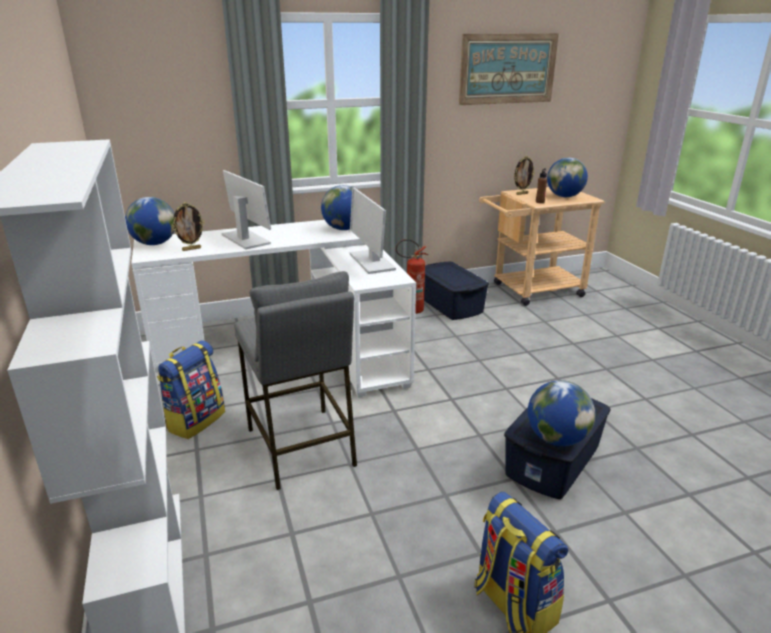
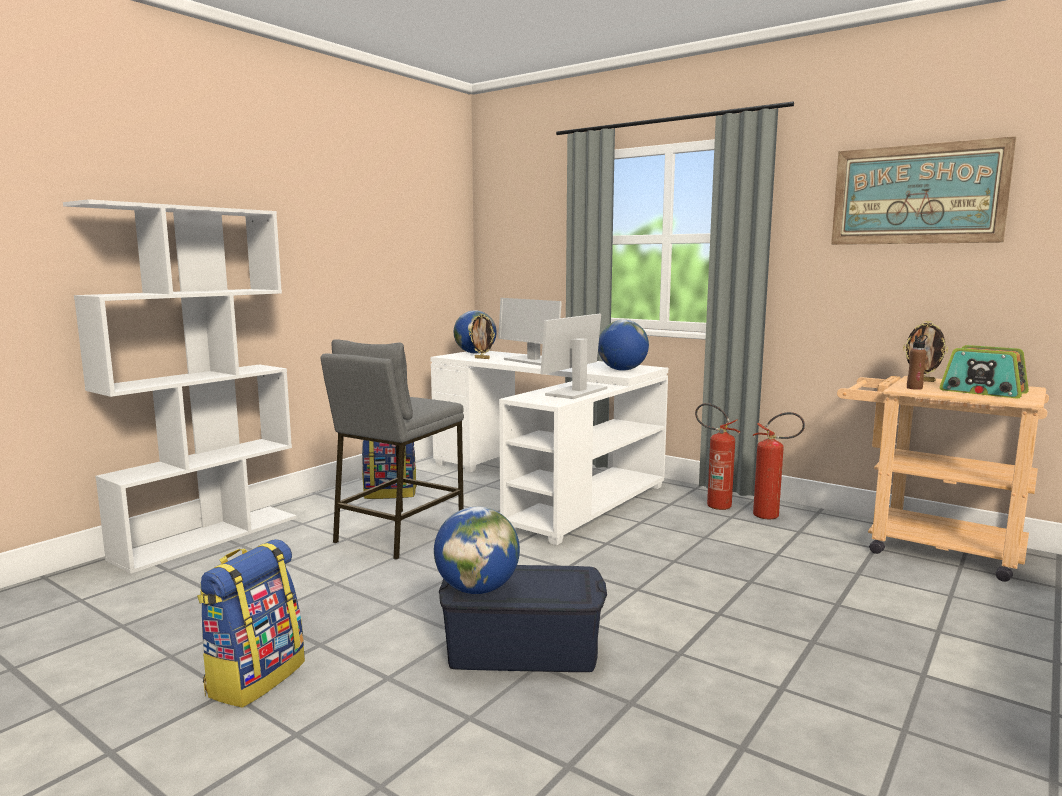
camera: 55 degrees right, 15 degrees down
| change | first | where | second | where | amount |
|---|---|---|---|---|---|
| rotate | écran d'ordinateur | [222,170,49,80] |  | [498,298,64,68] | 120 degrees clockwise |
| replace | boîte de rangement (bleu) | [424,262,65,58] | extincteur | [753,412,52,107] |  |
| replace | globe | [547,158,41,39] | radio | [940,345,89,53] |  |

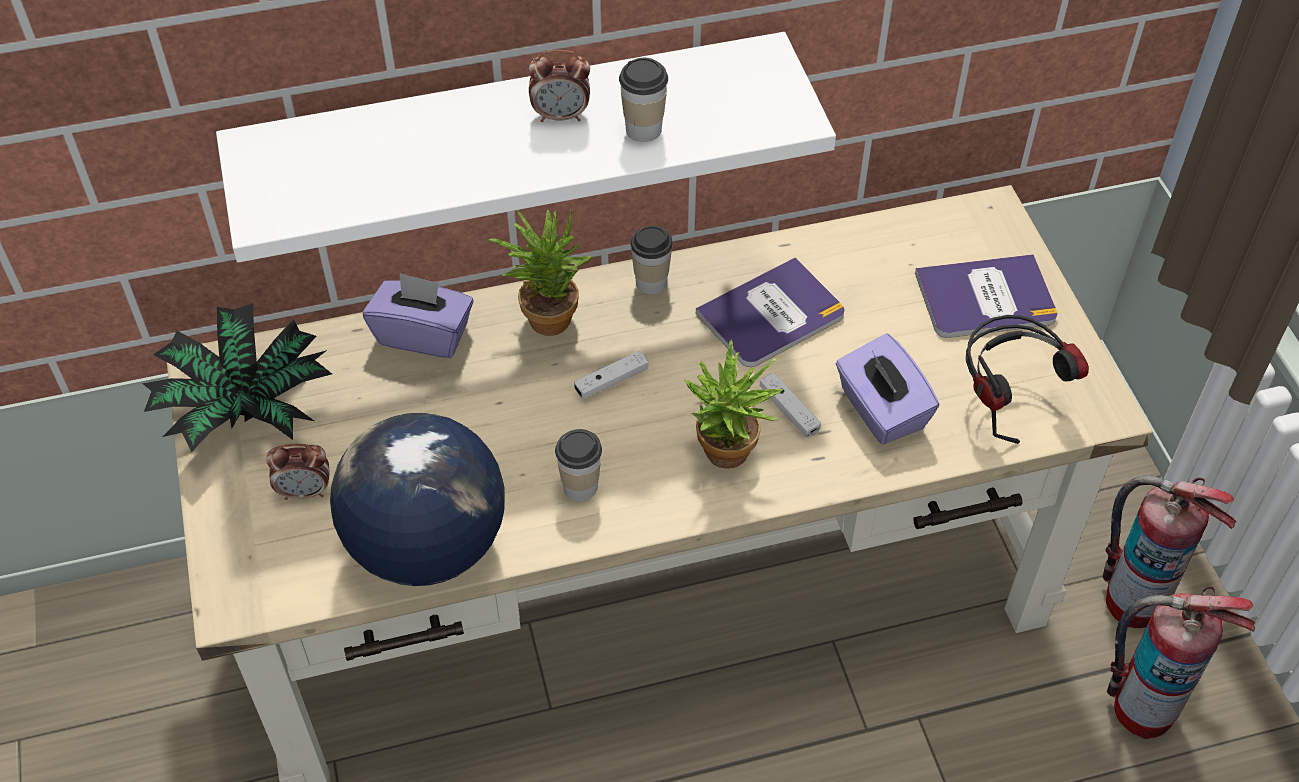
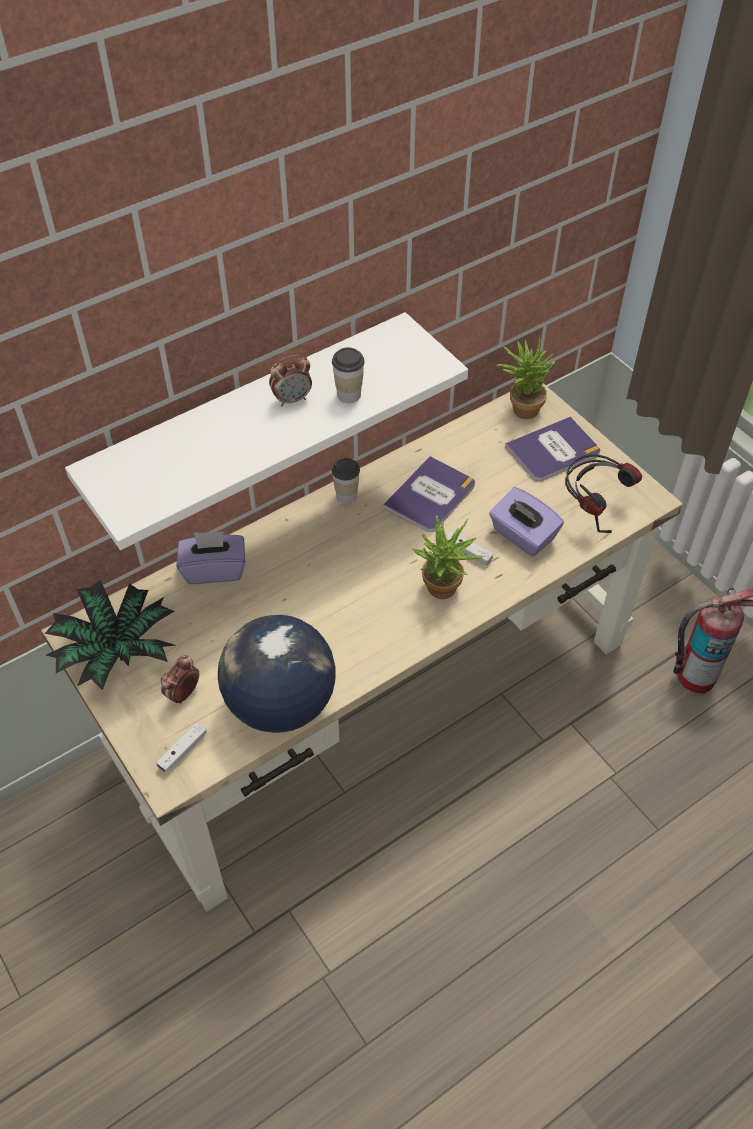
camera: 20 degrees left, 0 degrees up
| change | first | where | second | where | amount |
|---|---|---|---|---|---|
| move | manette (blanc) | [574,351,74,48] |  | [156,722,51,51] |  |
| rotate | réveil | [266,444,64,56] |  | [161,655,38,49] | 150 degrees clockwise |
| move | plante en pot | [489,209,103,127] |  | [497,336,59,83] |  |
| delete | tasse | [555,429,47,72] |  |  |  |
| delete | extincteur | [1102,475,134,153] |  |  |  |

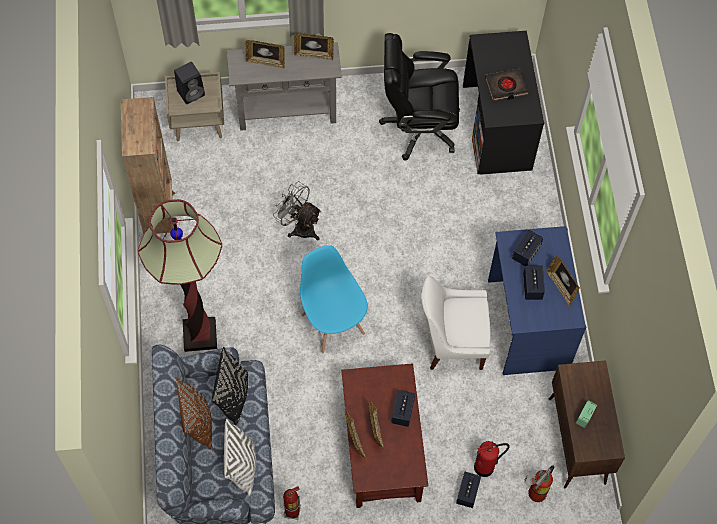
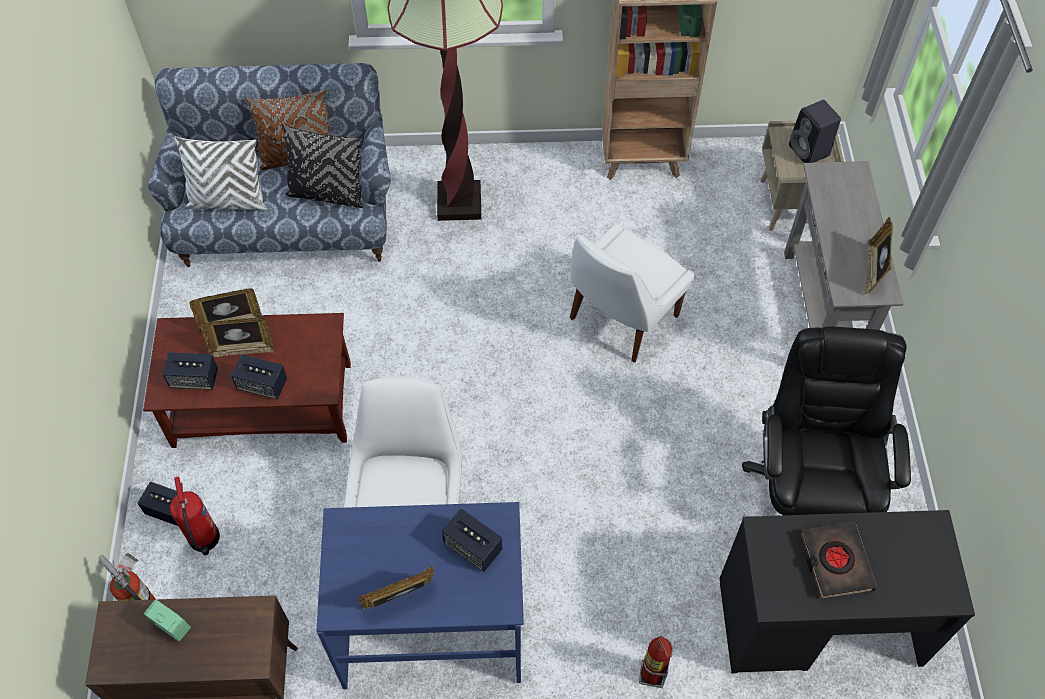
camera: 95 degrees right, 5 degrees down
| change | first | where | second | where | amount |
|---|---|---|---|---|---|
| move | enceinte | [523,266,22,34] |  | [163,352,55,38] |  |
| replace | ventilateur (gris) | [273,181,48,59] | chaise (blanc) | [570,224,125,138] |  |
| move | extincteur | [283,486,18,34] |  | [639,635,33,53] |  |
| delete | cadre photo | [245,40,40,29] |  |  |  |
| delete | chaise (bleu) | [300,245,68,109] |  |  |  |

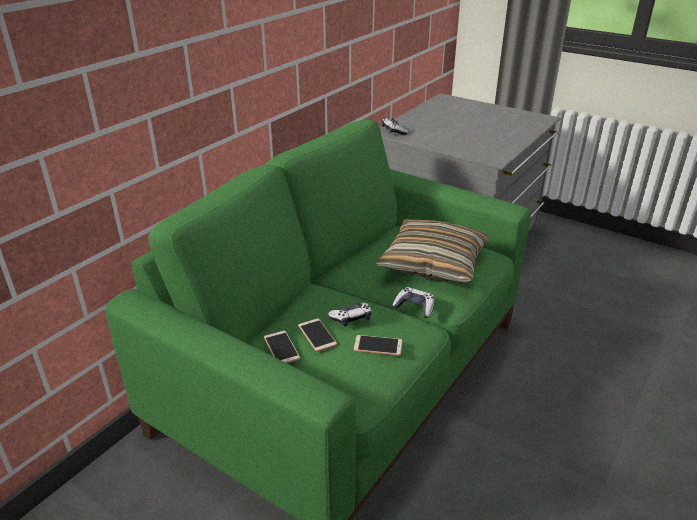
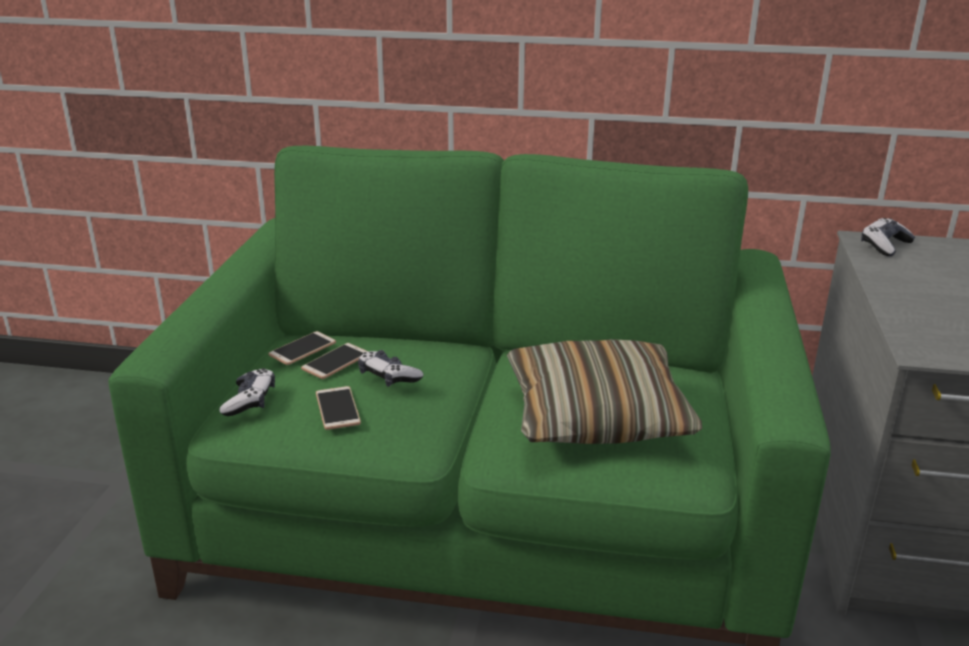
camera: 65 degrees right, 5 degrees down
| change | first | where | second | where | amount |
|---|---|---|---|---|---|
| move | manette | [392,287,43,31] |  | [219,368,56,48] |  |

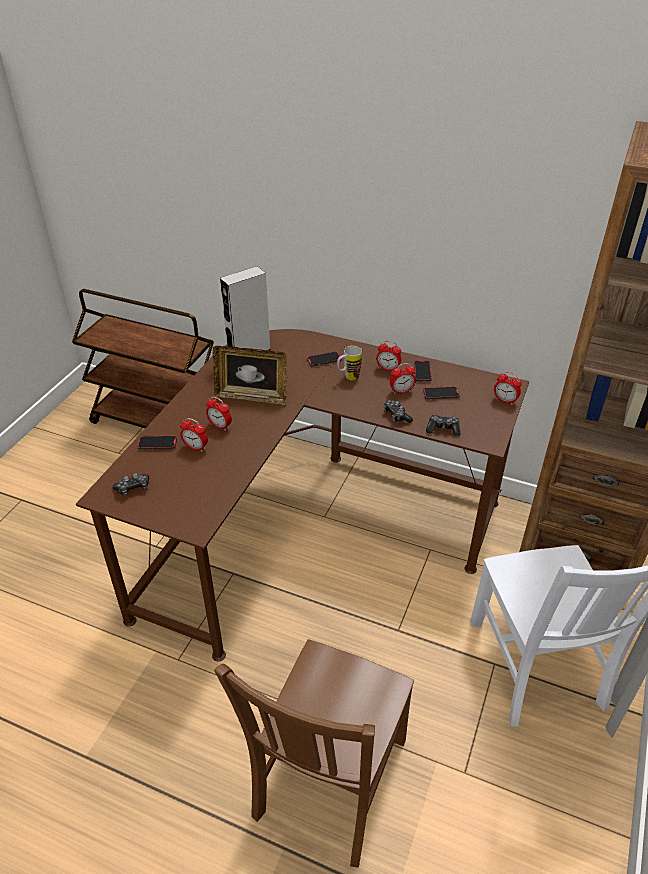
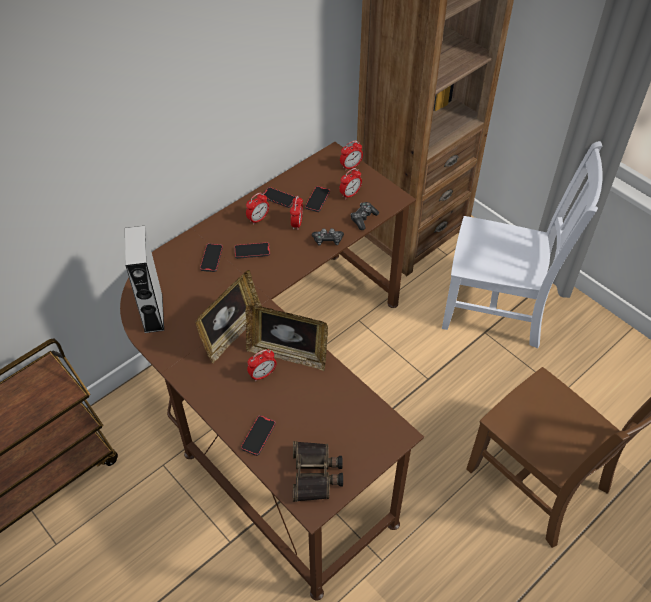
camera: 65 degrees left, 10 degrees up
| change | first | where | second | where | amount |
|---|---|---|---|---|---|
| replace | mug | [337,346,25,34] | téléphone | [234,242,36,17] |  |
| insert |  |  | cadre photo | [245,305,83,66] |  |
| replace | manette | [112,473,37,23] | jumelles | [293,441,50,61] |  |
| move | réveil | [180,418,28,34] |  | [339,168,23,31] |  |

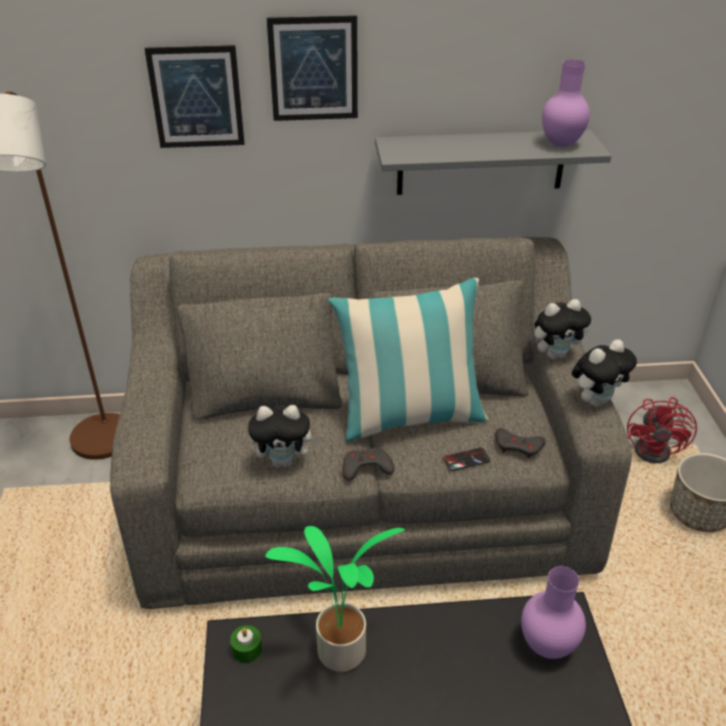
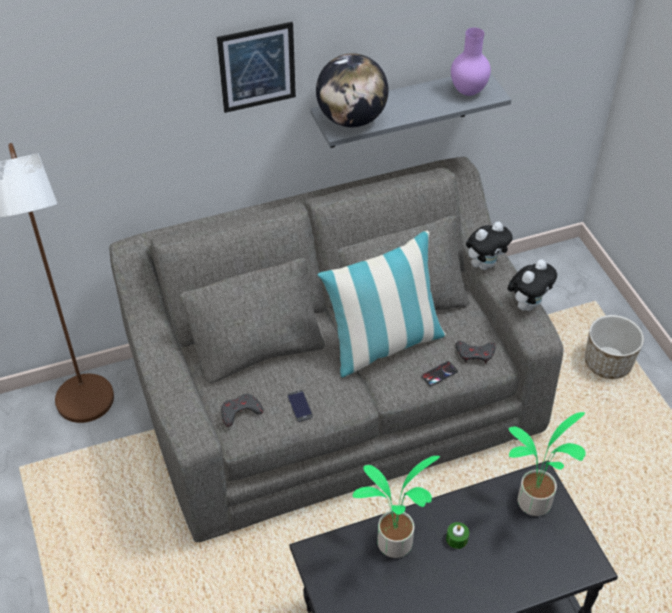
camera: 15 degrees left, 10 degrees up
| change | first | where | second | where | amount |
|---|---|---|---|---|---|
| move | manette (gris) | [343,447,51,33] |  | [221,394,42,33] |  |
| replace | peluche | [248,405,71,63] | téléphone | [287,390,26,32] |  |
| insert |  |  | globe | [316,53,72,74] |  |
| move | bougie (vert) | [230,625,32,38] |  | [446,522,23,27] |  |
| replace | vase (violet) | [521,566,65,93] | plante en pot | [509,412,77,104] |  |
| delete | tableau | [145,45,100,103] |  |  |  |
| delete | ventilateur (rouge) | [627,397,70,66] |  |  |  |

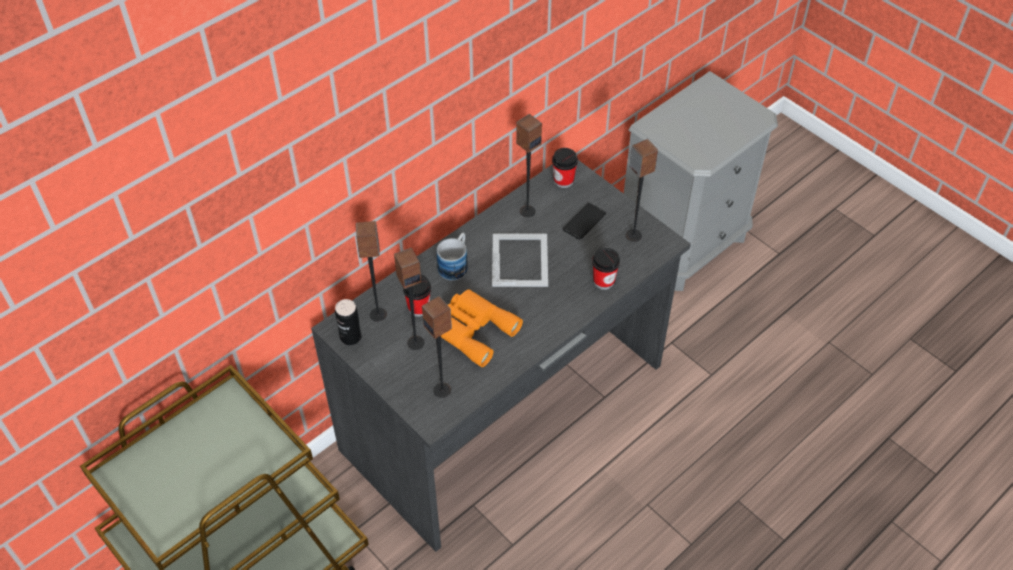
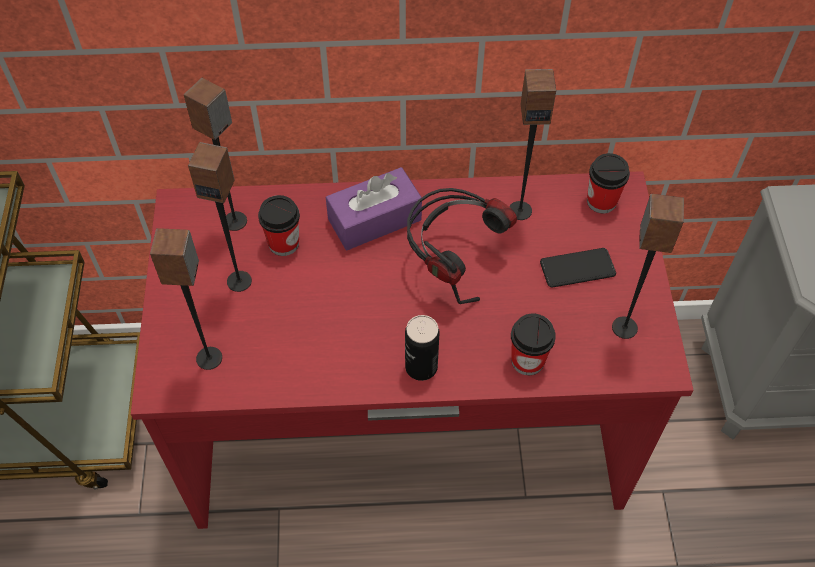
camera: 40 degrees right, 5 degrees up
| change | first | where | second | where | amount |
|---|---|---|---|---|---|
| recolor | bureau (gris) | [311,160,380,392] | bureau (rouge) | [131,171,562,358] |  |
| replace | mug | [437,233,31,47] | boîte à mouchoirs (violet) | [326,167,96,83] |  |
| move | boîte métallique | [335,299,26,46] |  | [405,315,35,66] |  |
| replace | cadre photo | [492,233,56,54] | casque audio | [407,188,110,116] |  |
| delete | jumelles (orange) | [441,289,82,78] |  |  |  |

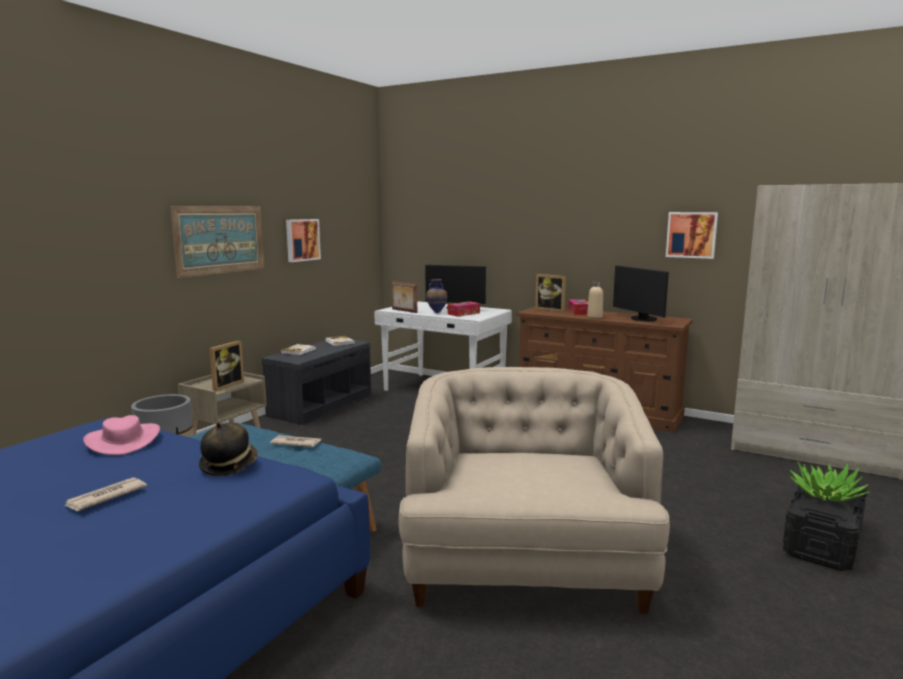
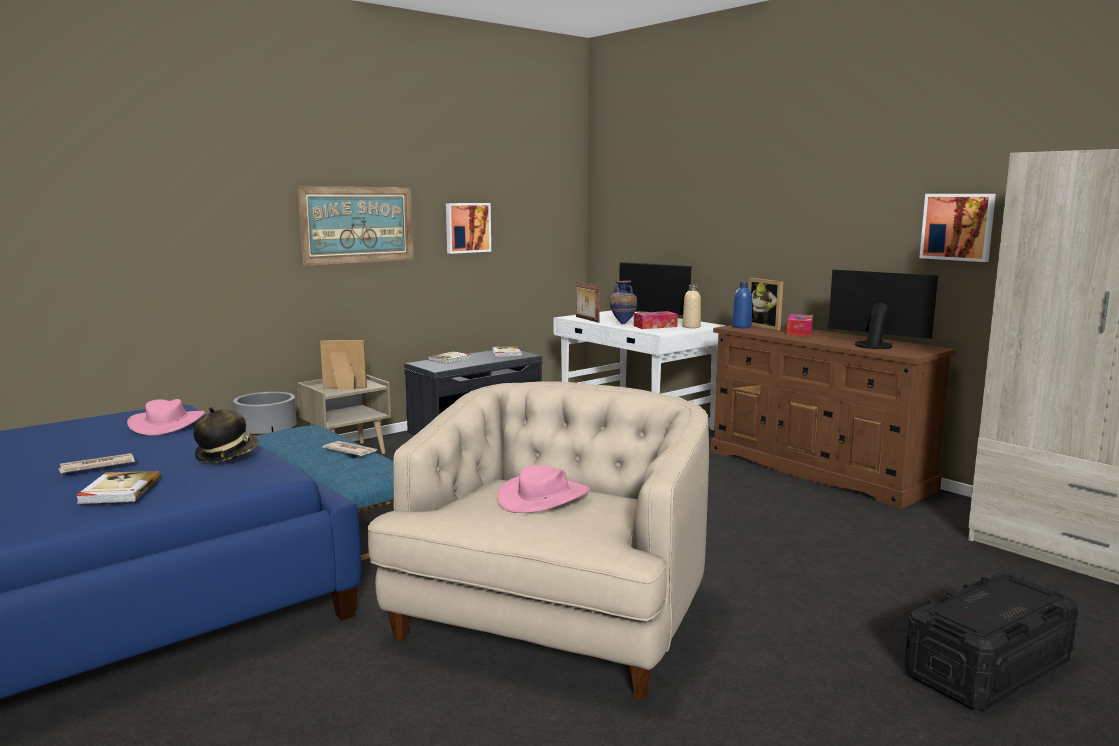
camera: 20 degrees right, 0 degrees up
| change | first | where | second | where | amount |
|---|---|---|---|---|---|
| insert |  |  | livre | [76,471,85,33] |  |
| rotate | cadre photo | [209,341,35,50] |  | [320,340,47,50] | 135 degrees counterclockwise |
| insert |  |  | chapeau (rose) | [497,465,93,48] |  |
| move | bouteille (beige) | [587,282,16,36] |  | [682,285,19,43] |  |
| insert |  |  | bouteille (bleu) | [732,282,20,46] |  |
| rotate | écran d'ordinateur | [613,265,56,56] |  | [828,270,110,79] | 135 degrees clockwise |
| delete | plante en pot | [789,461,81,41] |  |  |  |

